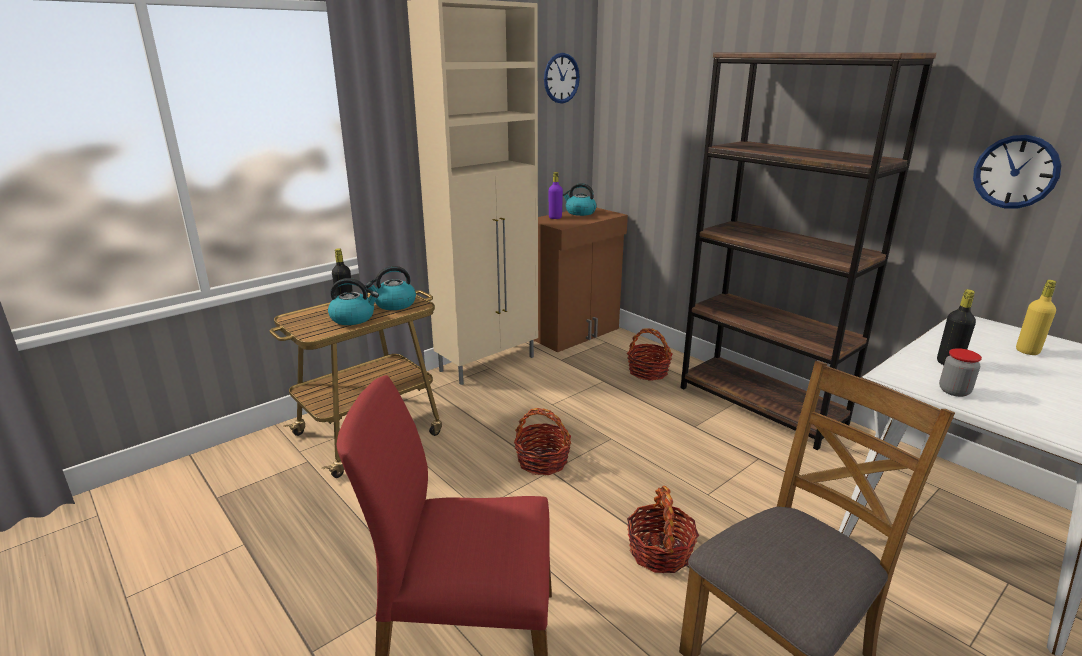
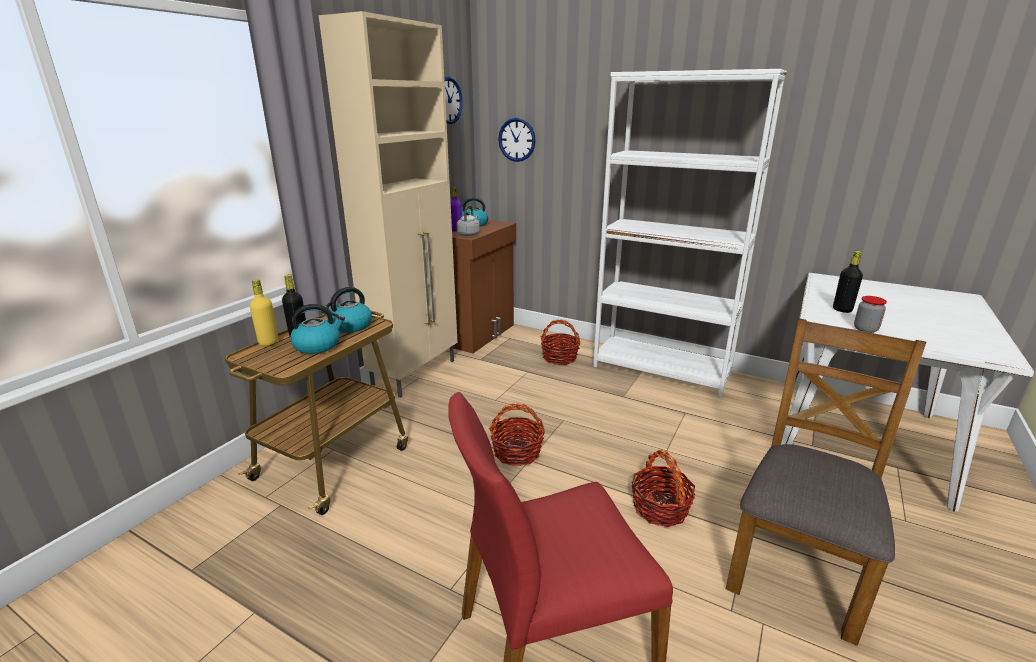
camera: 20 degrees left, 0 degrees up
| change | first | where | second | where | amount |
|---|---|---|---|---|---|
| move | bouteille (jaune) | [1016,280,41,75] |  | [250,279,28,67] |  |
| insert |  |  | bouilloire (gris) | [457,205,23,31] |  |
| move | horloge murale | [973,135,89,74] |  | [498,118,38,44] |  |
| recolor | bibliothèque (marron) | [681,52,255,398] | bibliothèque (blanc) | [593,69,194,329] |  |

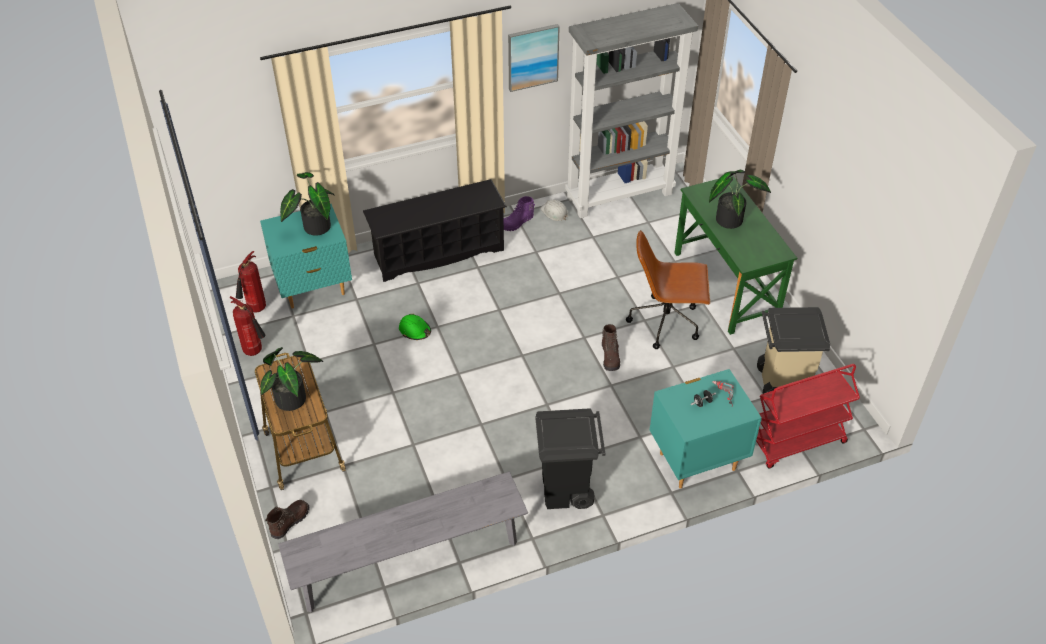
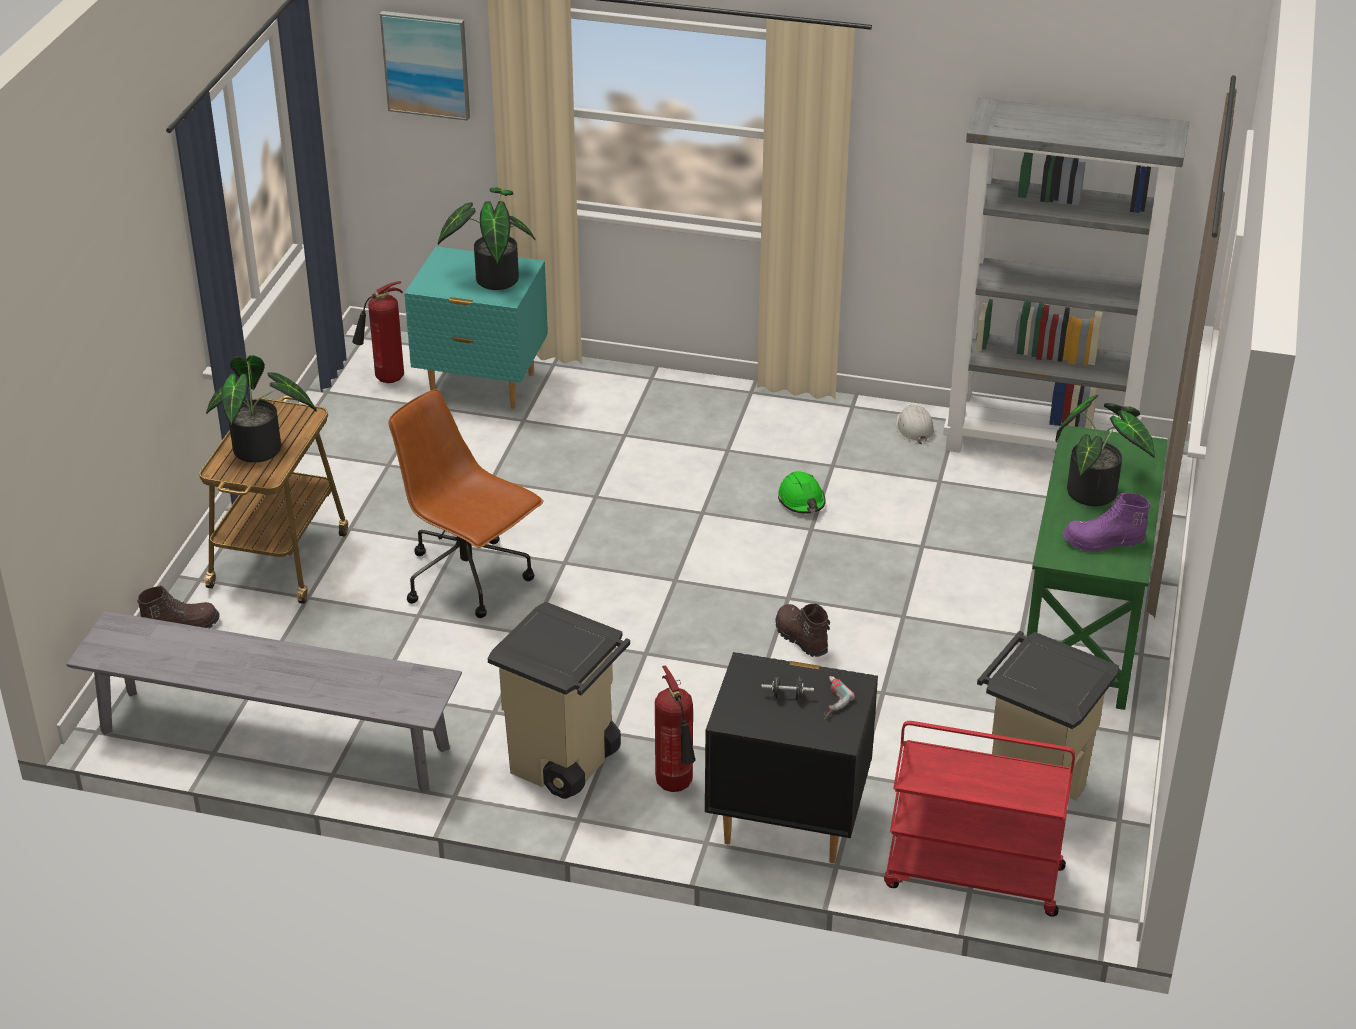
camera: 35 degrees right, 10 degrees down
| change | first | where | second | where | amount |
|---|---|---|---|---|---|
| move | tableau | [508,24,52,68] |  | [380,11,90,110] |  |
| move | chaise de bureau (marron) | [626,230,84,119] |  | [389,389,154,229] |  |
| recolor | poubelle (noir) | [536,408,69,101] | poubelle (beige) | [488,601,142,198] |  |
| move | extincteur | [229,296,36,60] |  | [655,665,41,127] |  |
| recolor | table de chevet (turquoise) | [650,369,112,119] | table de chevet (noir) | [705,652,173,212] |  |
| rotate | botte (marron) | [602,324,18,47] |  | [775,603,55,54] | 120 degrees clockwise |
| move | casque de chantier (vert) | [399,314,32,26] |  | [778,471,48,43] |  |
| move | botte (violet) | [504,196,31,35] |  | [1063,493,87,60] |  |
| delete | étagère à chaussures (noir) | [363,179,144,103] |  |  |  |

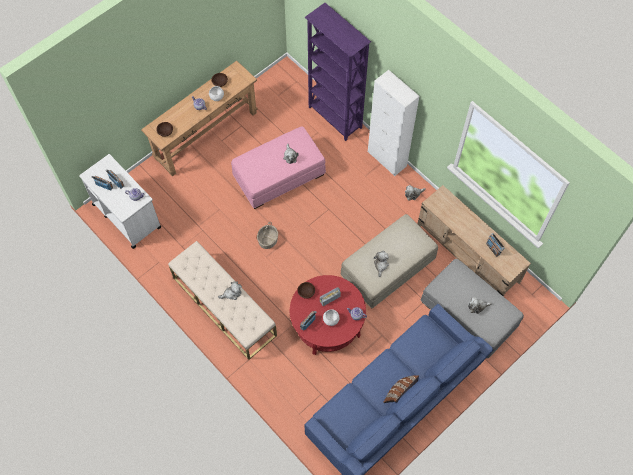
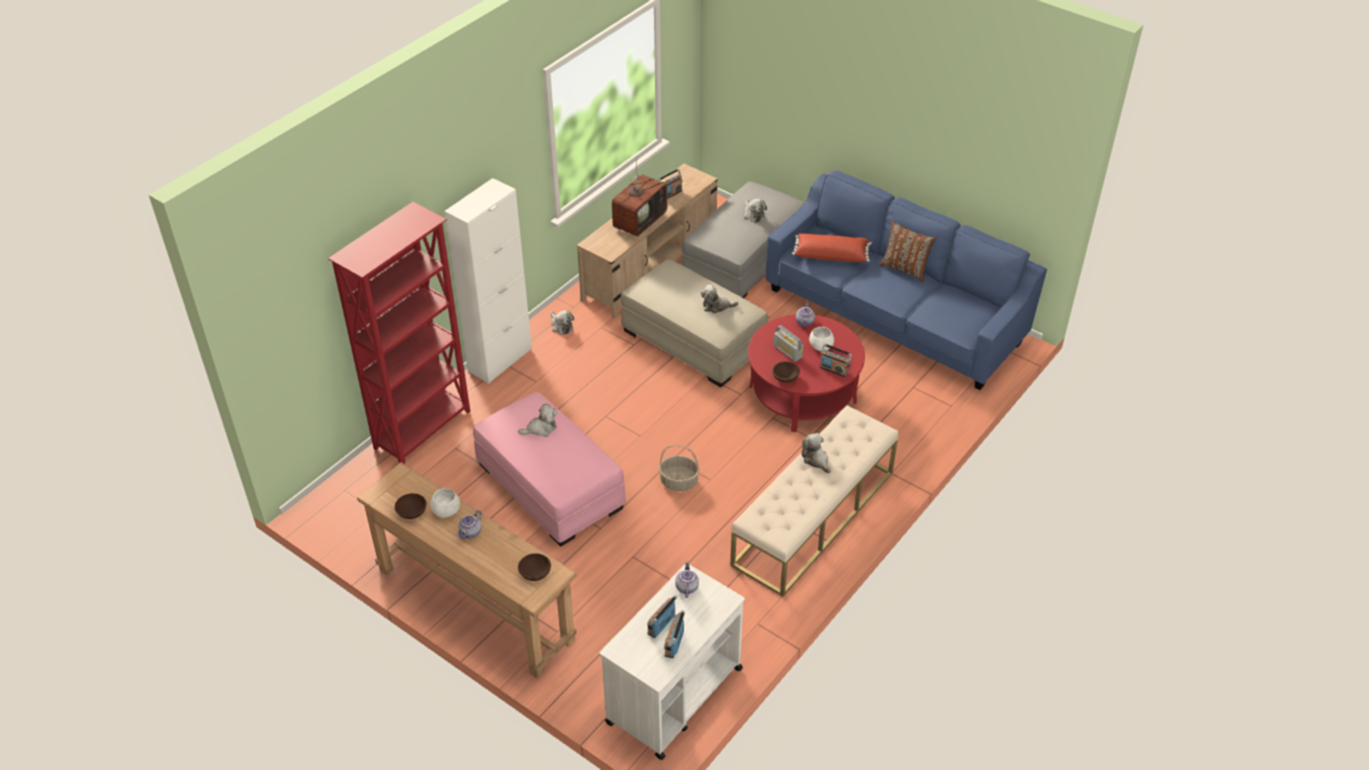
camera: 100 degrees left, 20 degrees down
| change | first | where | second | where | amount |
|---|---|---|---|---|---|
| recolor | bibliothèque (violet) | [305,3,66,138] | bibliothèque (rouge) | [328,202,143,262] |  |
| insert |  |  | téléviseur | [612,156,55,80] |  |
| insert |  |  | coussin (rouge) | [792,233,80,29] |  |

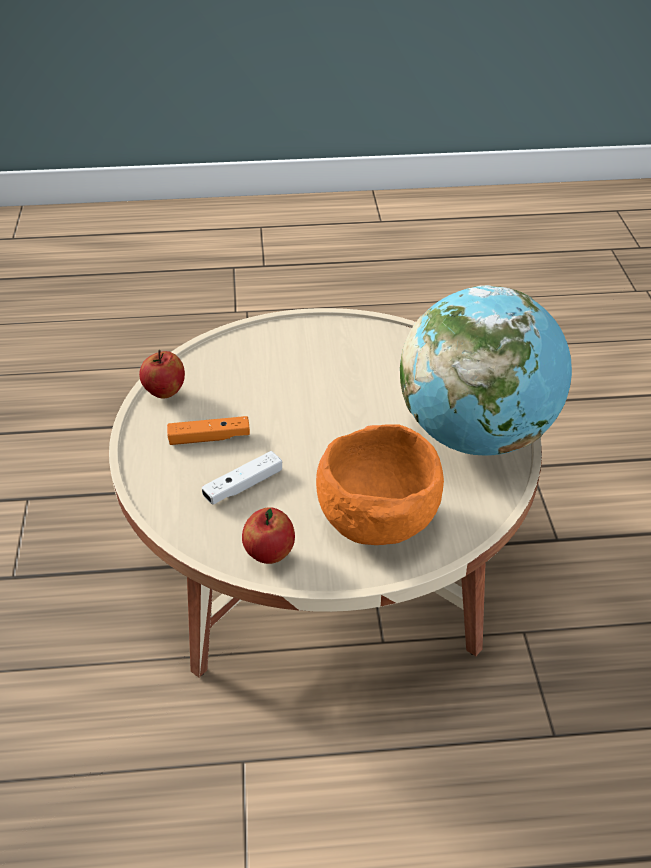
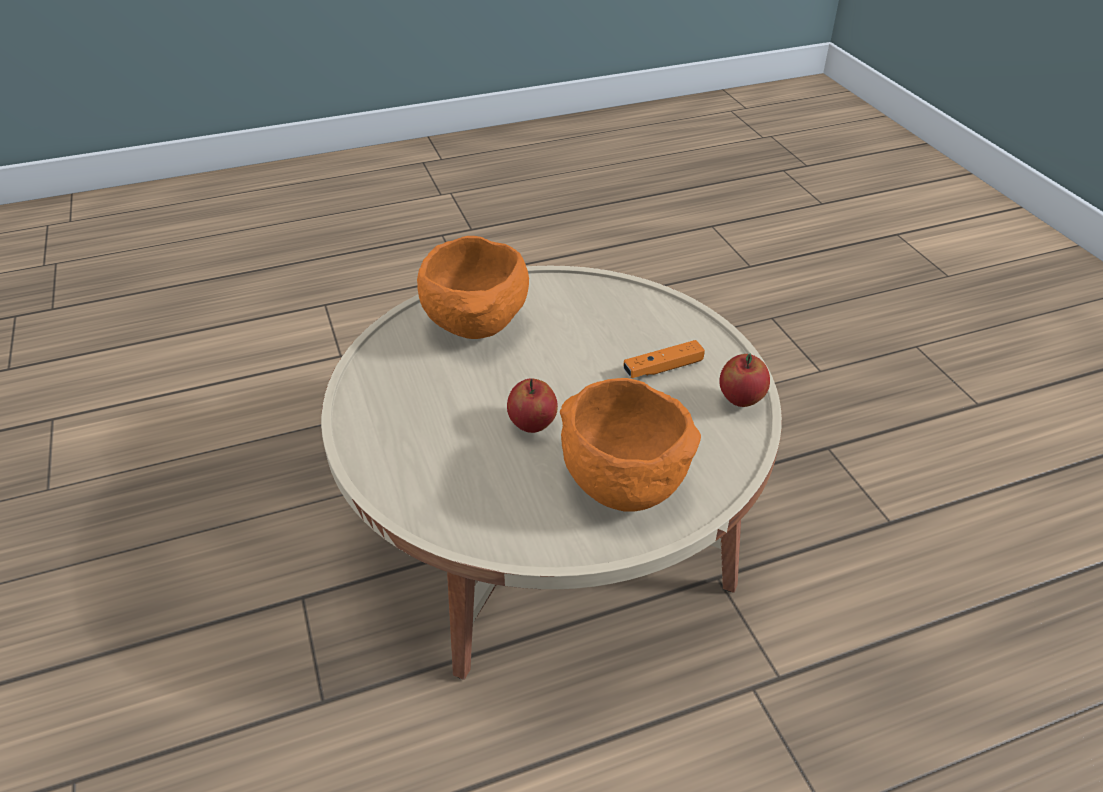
camera: 165 degrees right, 0 degrees up
| change | first | where | second | where | amount |
|---|---|---|---|---|---|
| move | pomme | [242,507,53,57] |  | [507,378,51,55] |  |
| insert |  |  | bol (orange) | [560,378,141,134] |  |
| delete | manette (blanc) | [202,451,80,54] |  |  |  |
| delete | globe | [400,285,172,171] |  |  |  |

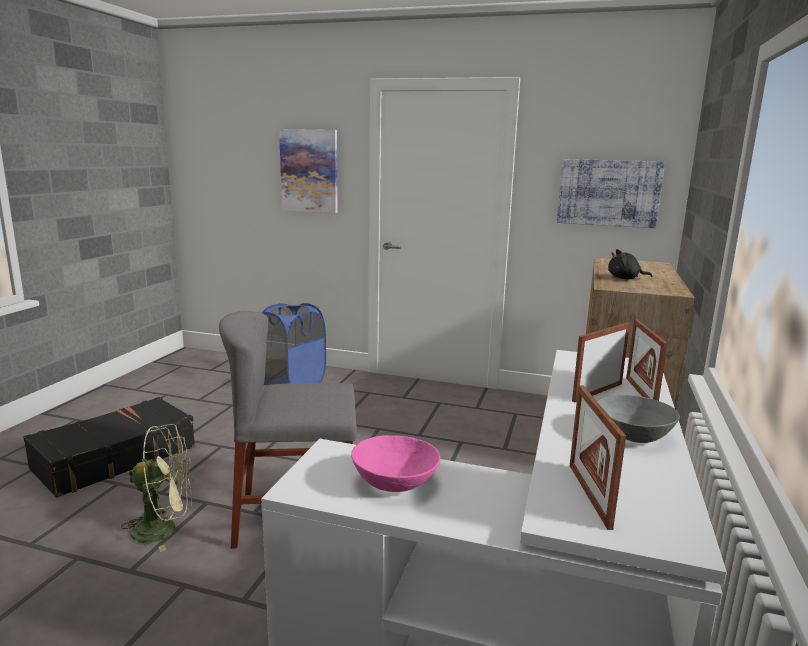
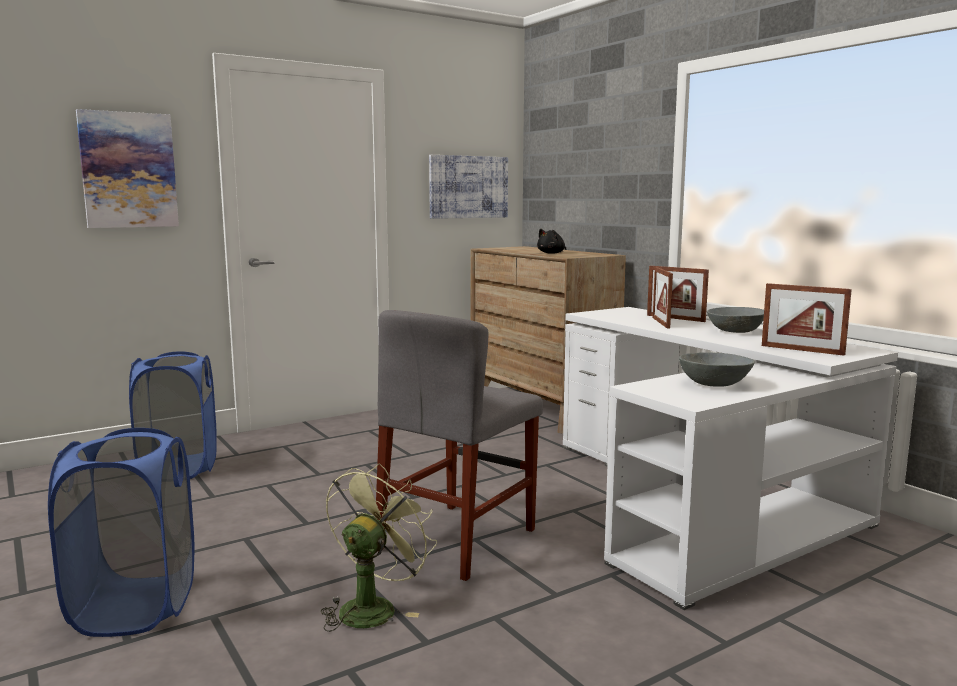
camera: 50 degrees left, 5 degrees down
| change | first | where | second | where | amount |
|---|---|---|---|---|---|
| replace | valise (noir) | [23,397,173,101] | panier à linge (bleu) | [48,428,147,209] |  |
| recolor | bol (rose) | [351,435,89,57] | bol (gris) | [679,352,76,35] |  |

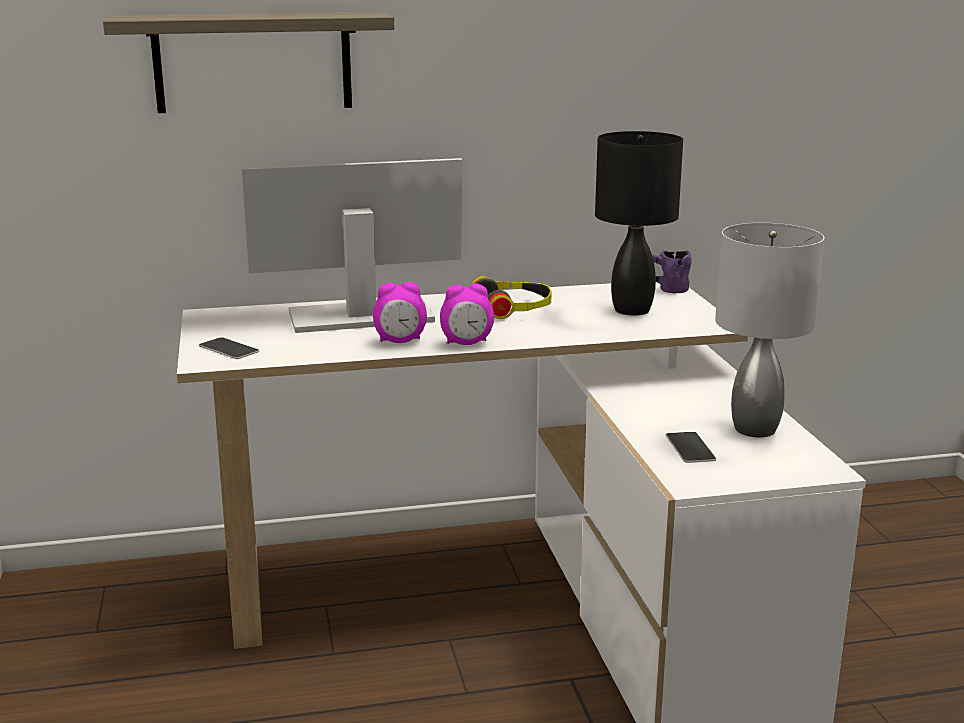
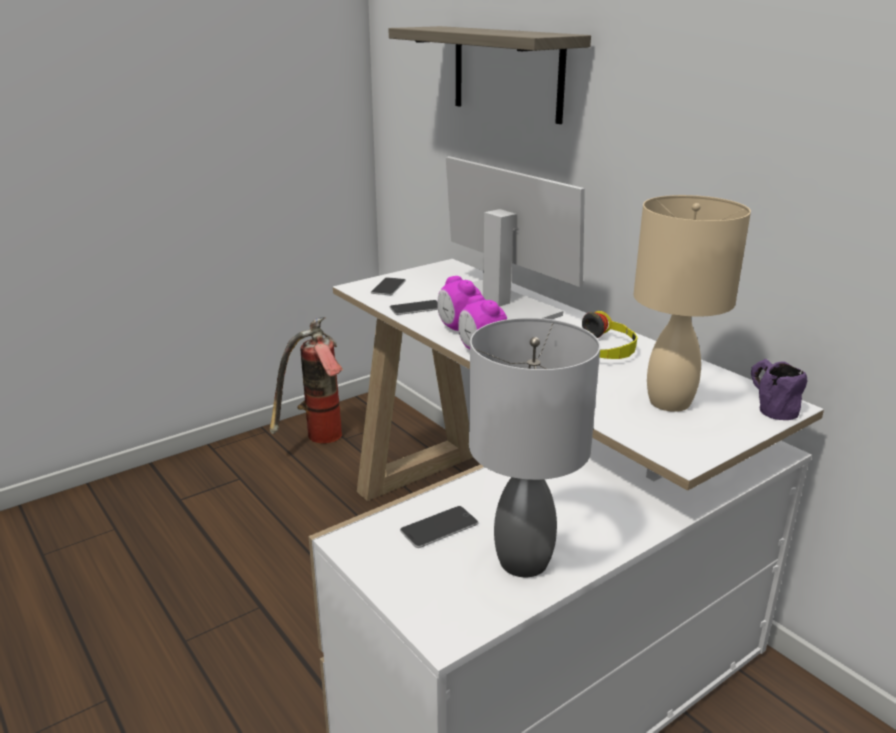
camera: 65 degrees right, 5 degrees up
| change | first | where | second | where | amount |
|---|---|---|---|---|---|
| insert |  |  | extincteur | [270,317,73,127] |  |
| insert |  |  | téléphone | [390,300,48,15] |  |
| recolor | lampe de table (noir) | [595,131,88,185] | lampe de table (beige) | [633,195,118,217] |  |

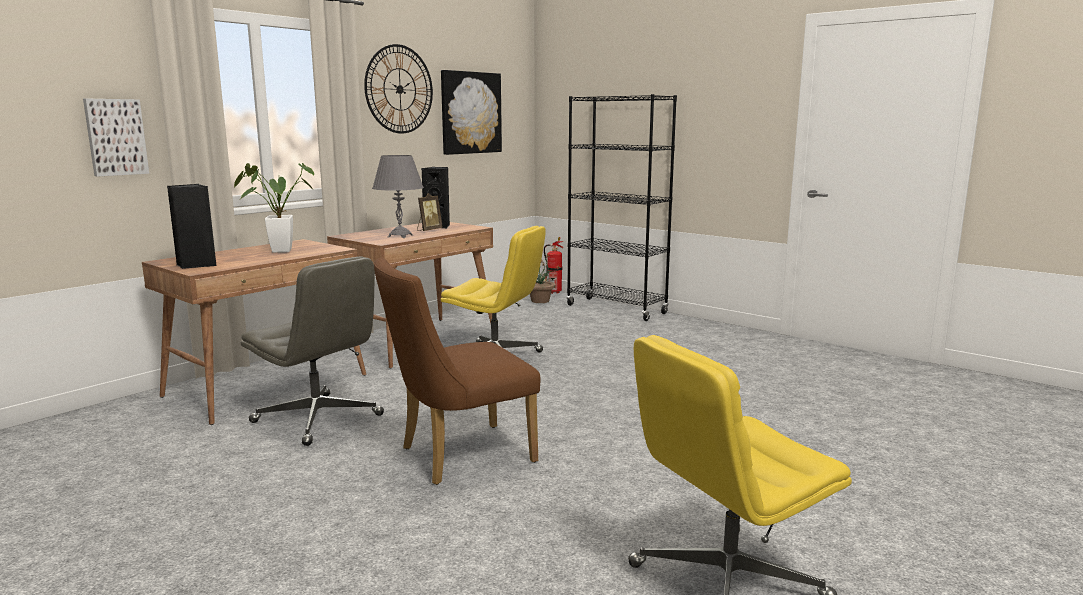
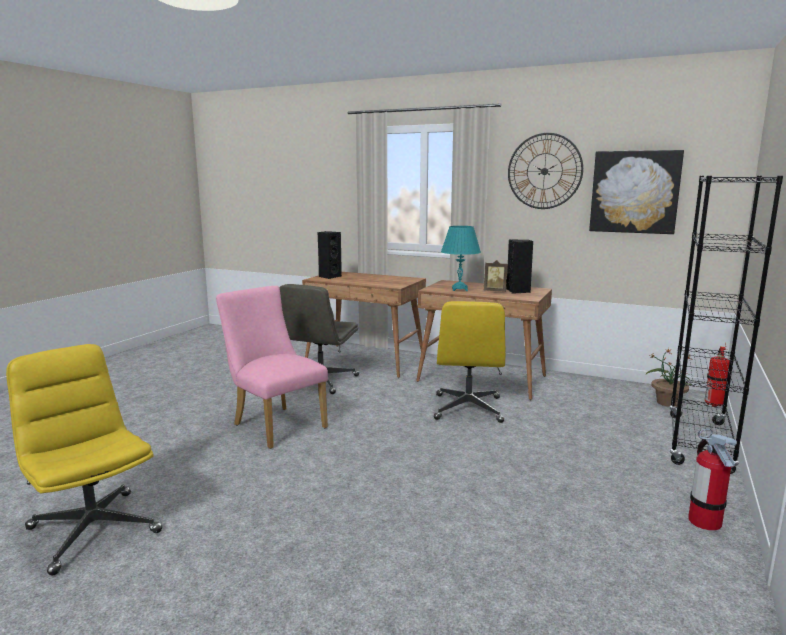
camera: 75 degrees right, 0 degrees up
| change | first | where | second | where | amount |
|---|---|---|---|---|---|
| recolor | chaise (marron) | [374,258,167,227] | chaise (rose) | [216,286,112,163] |  |
| recolor | lampe de table (gris) | [372,155,52,83] | lampe de table (turquoise) | [441,226,40,65] |  |
| insert |  |  | extincteur | [688,429,49,102] |  |
| delete | tableau | [83,99,66,78] |  |  |  |
| delete | plante en pot | [234,163,80,90] |  |  |  |

